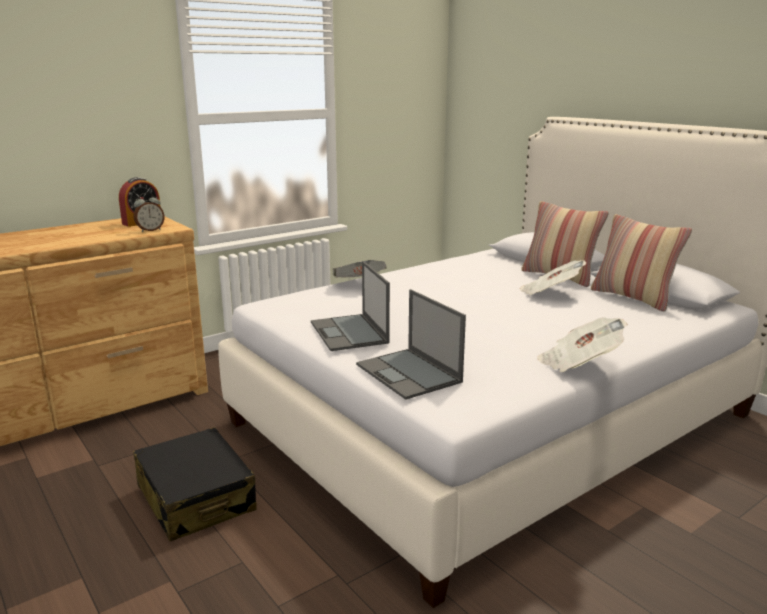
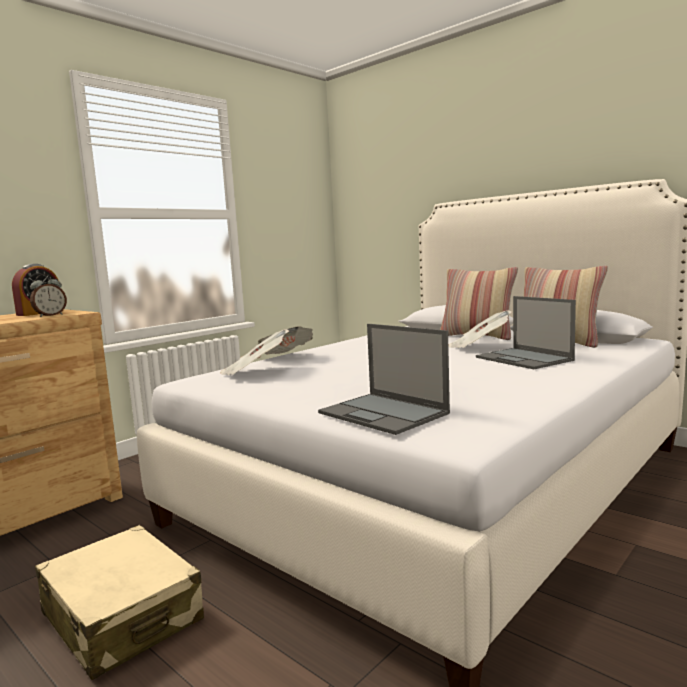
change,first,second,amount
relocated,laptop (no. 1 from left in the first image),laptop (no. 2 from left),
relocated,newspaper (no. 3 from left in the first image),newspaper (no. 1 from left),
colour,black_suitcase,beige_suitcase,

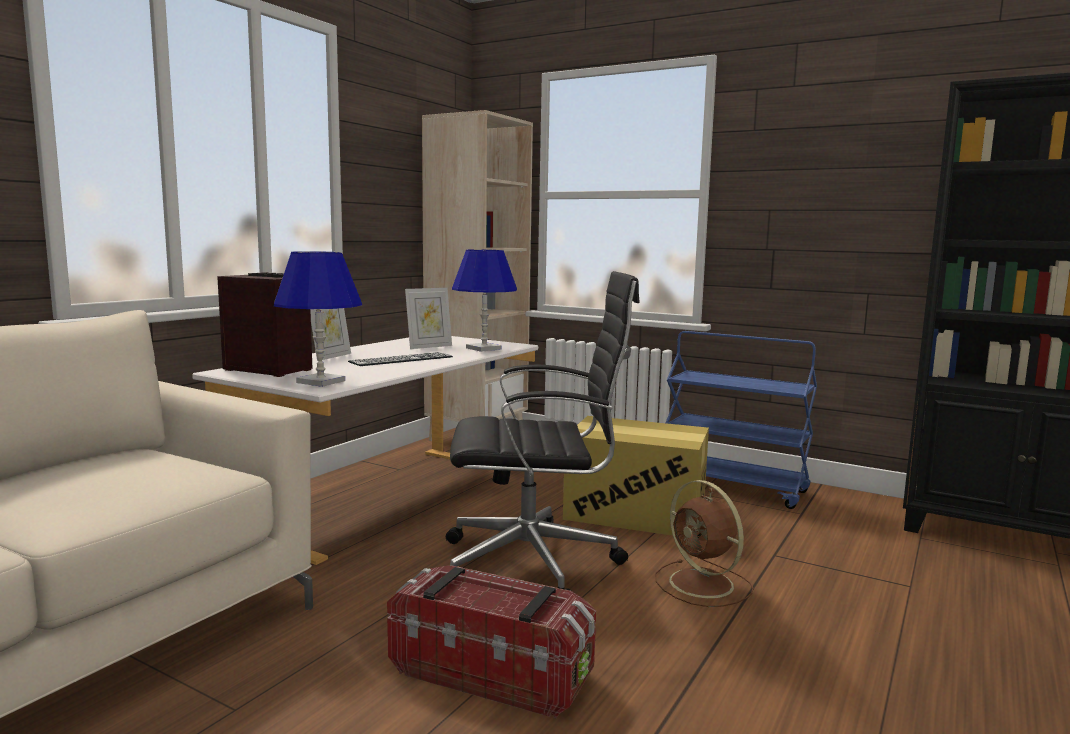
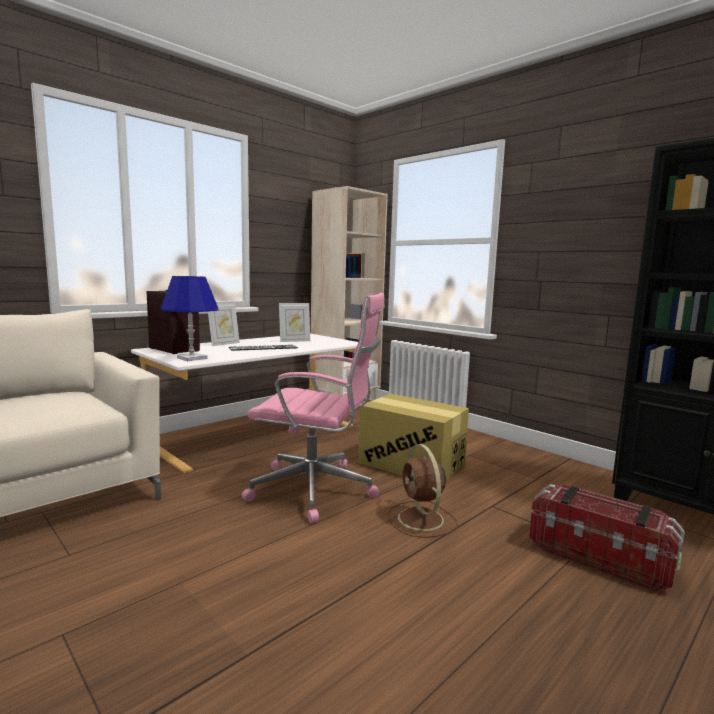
change,first,second,amount
missing,blue_table_lamp (no. 2 from left),,
colour,black_office_chair,pink_office_chair,
missing,blue_cart,,
relocated,storage_box,,

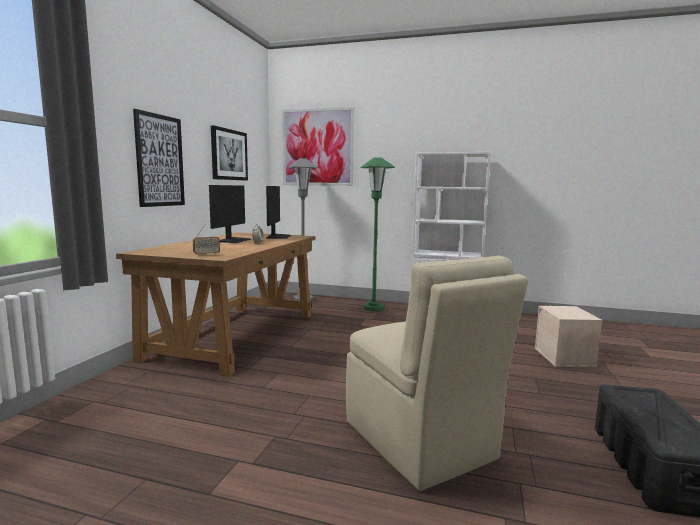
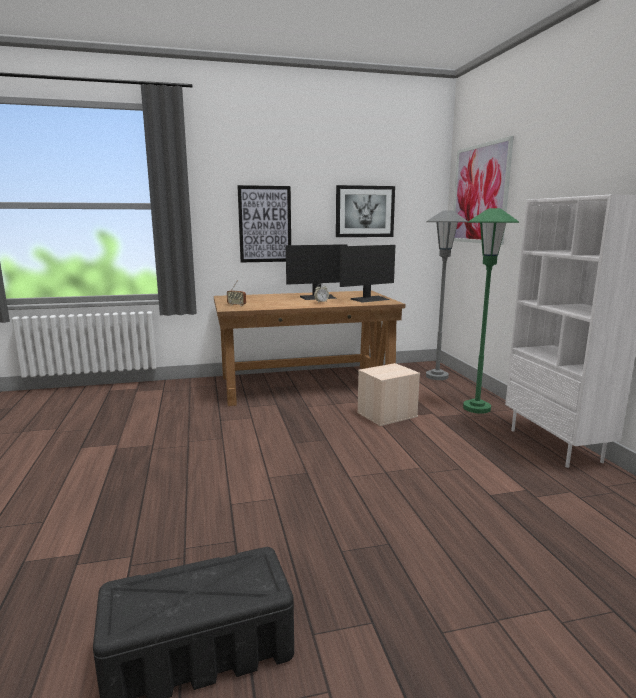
change,first,second,amount
missing,beige_chair,,
relocated,beige_storage_box,,

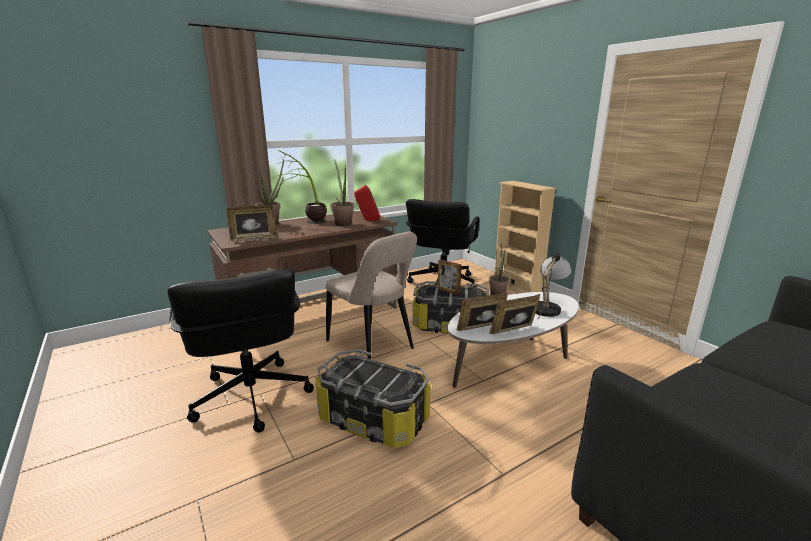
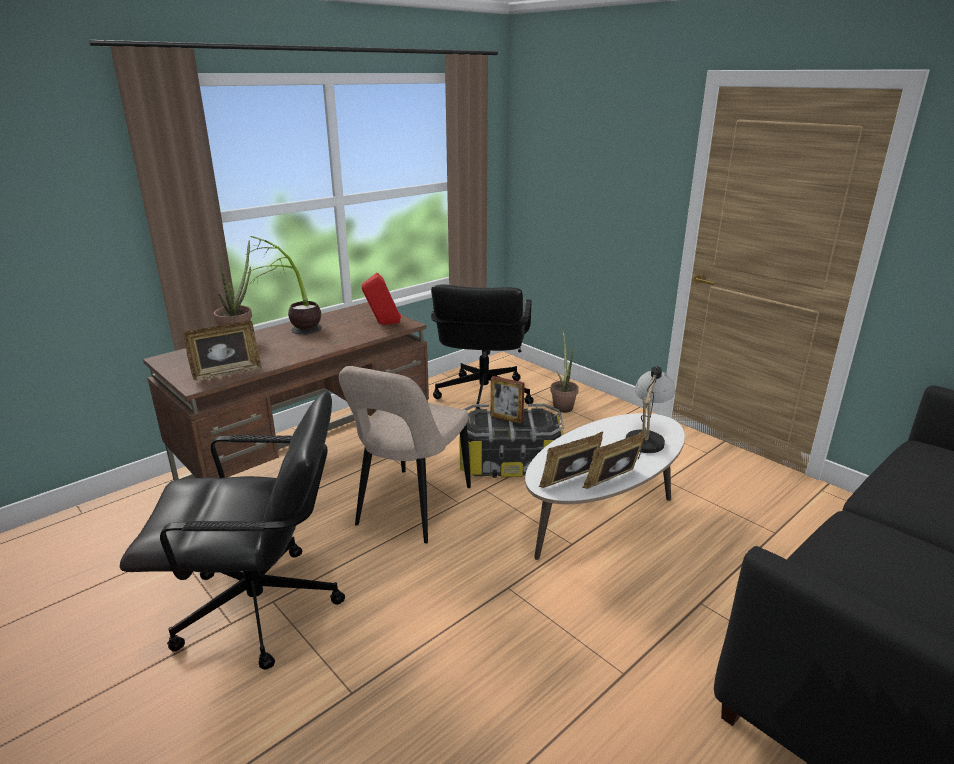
change,first,second,amount
missing,potted_plant (no. 3 from left),,
missing,beige_bookcase,,
spun,beige_chair,,75 degrees clockwise
spun,black_office_chair (no. 1 from left),,60 degrees counterclockwise
missing,storage_box (no. 1 from left),,

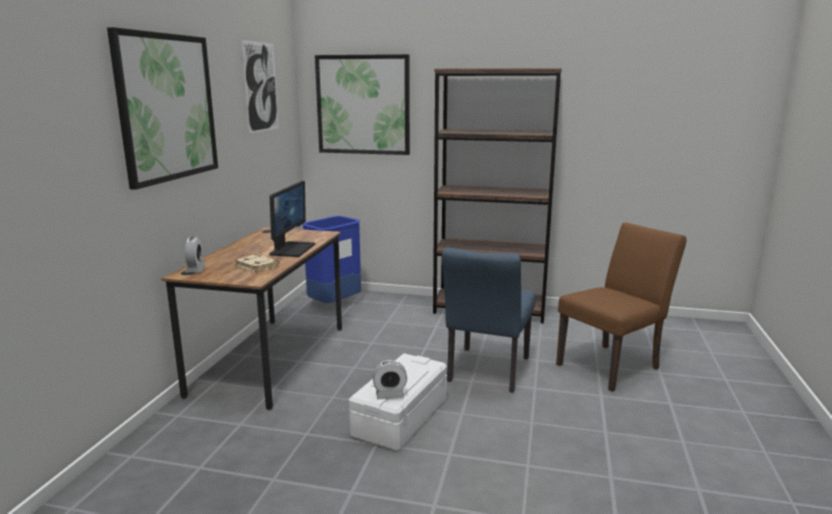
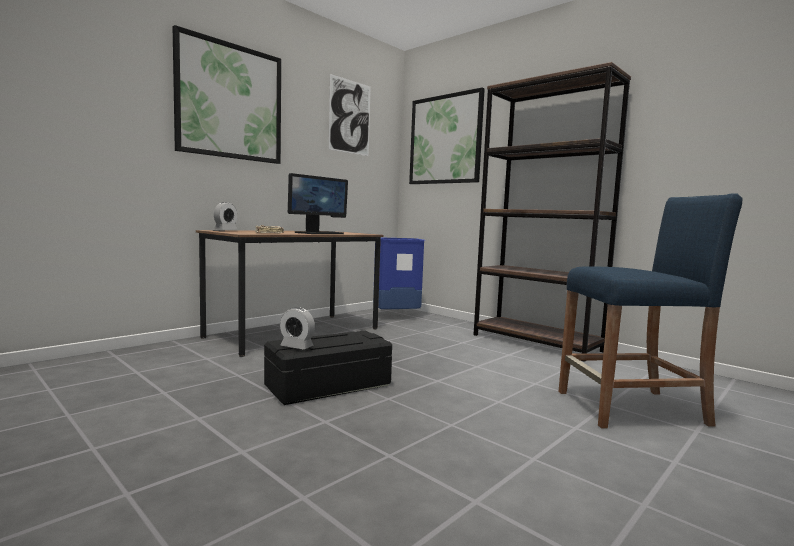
change,first,second,amount
exchanged,brown_chair,blue_stool,
missing,blue_chair,,
colour,white_storage_box,black_storage_box,

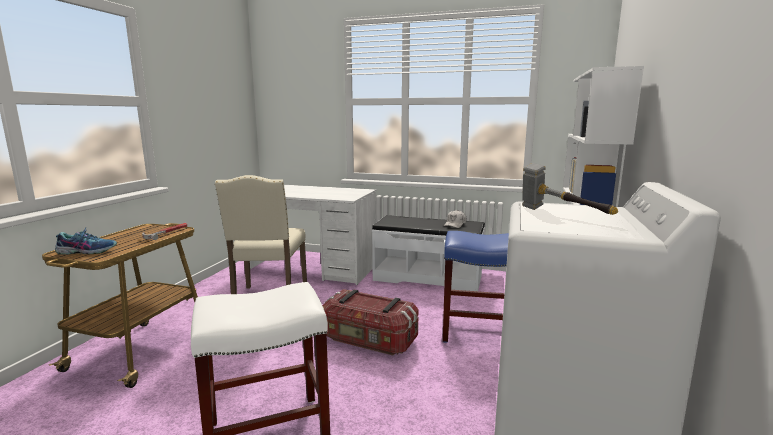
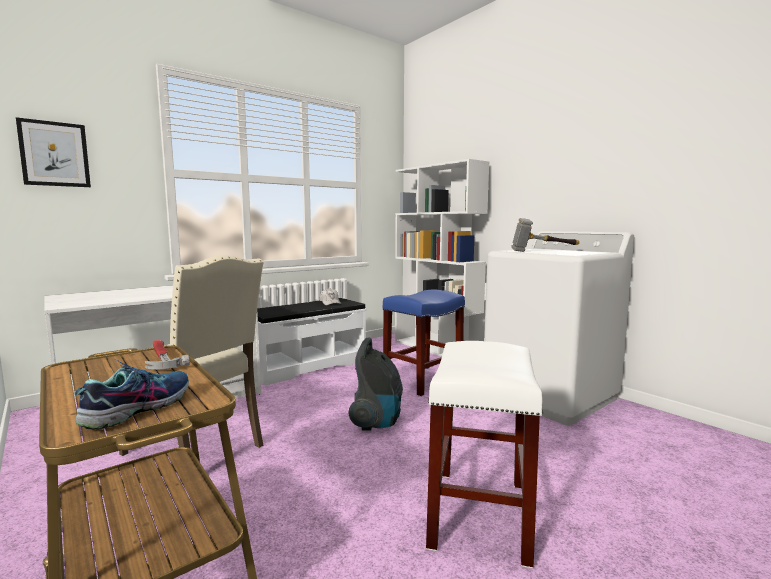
change,first,second,amount
exchanged,storage_box,vacuum_cleaner,
appeared,,picture,

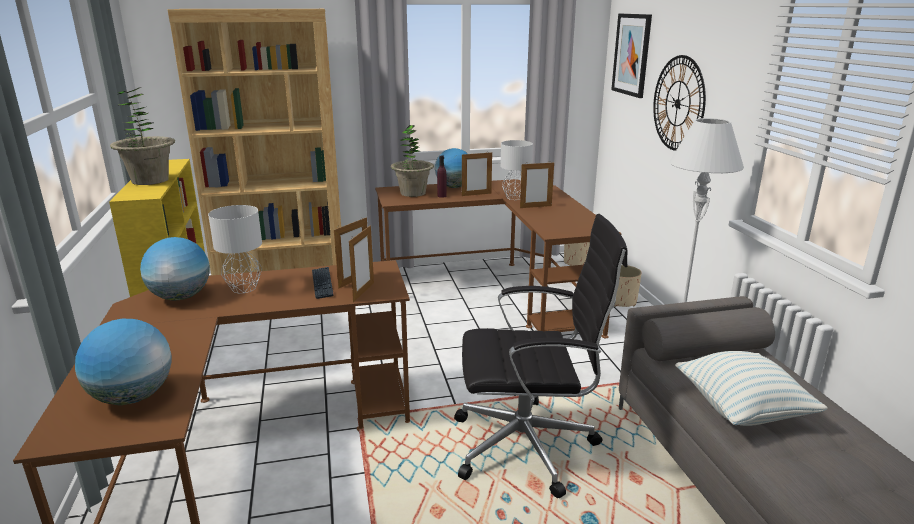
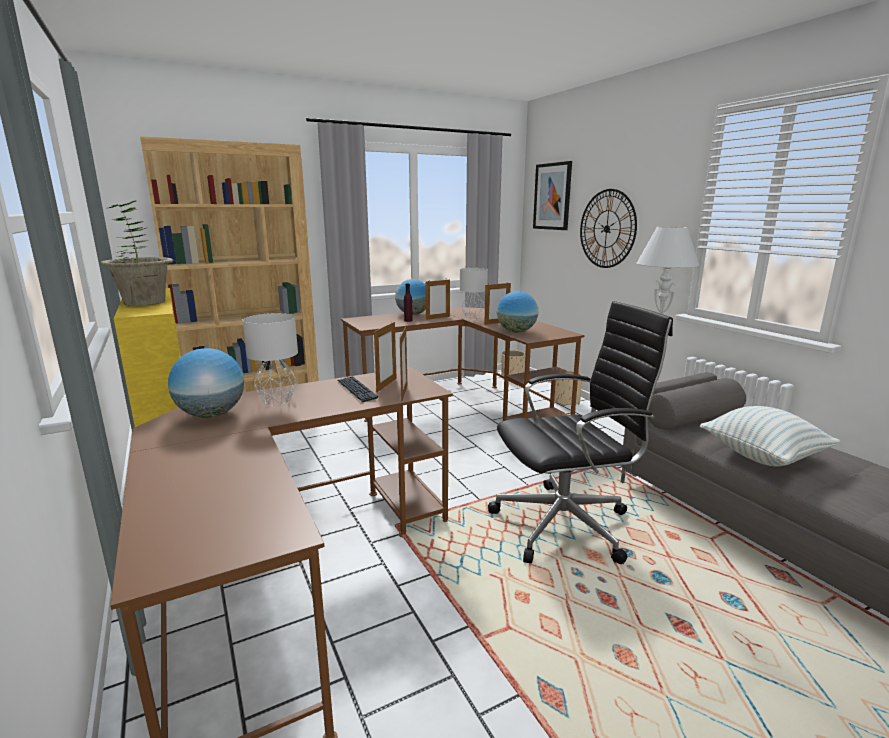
change,first,second,amount
missing,potted_plant (no. 2 from left),,
relocated,globe (no. 1 from left in the first image),globe (no. 3 from left),

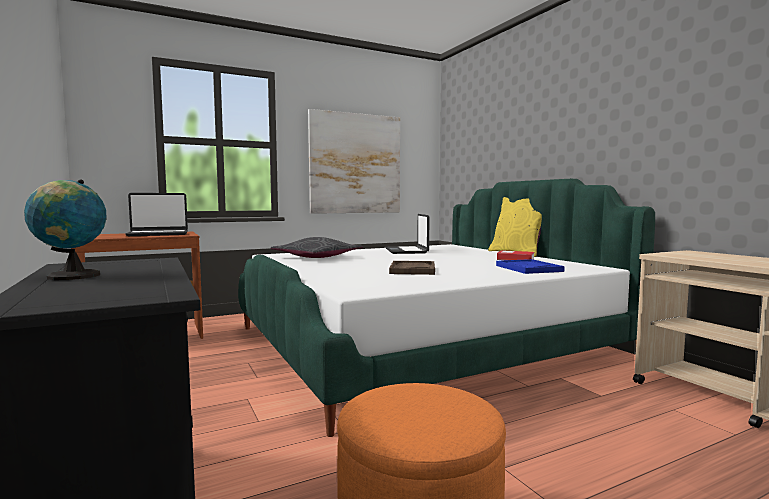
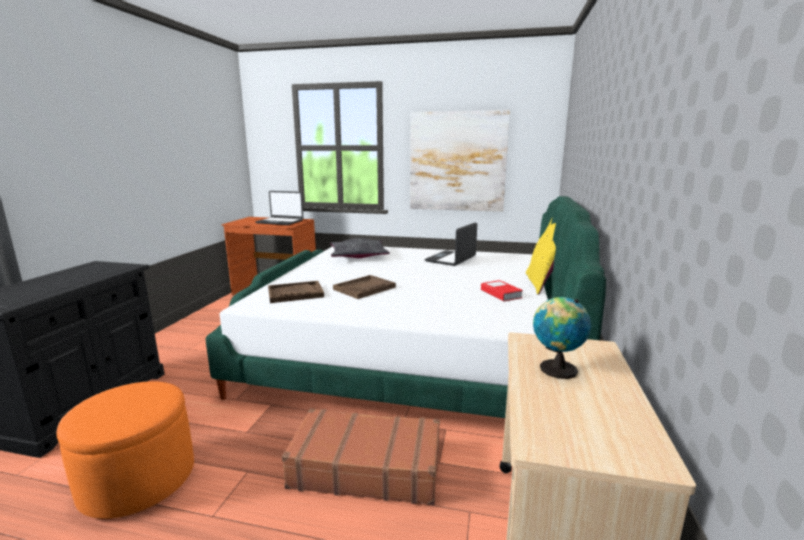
change,first,second,amount
relocated,globe,,
missing,blue_tray,,
appeared,,brown_tray (no. 1 from left),
appeared,,brown_suitcase,

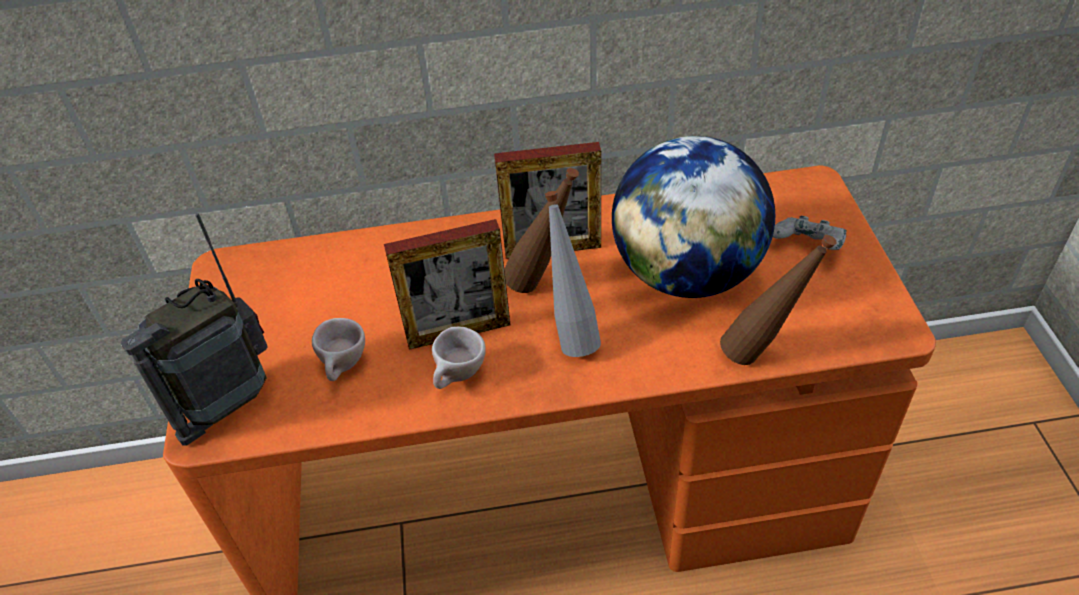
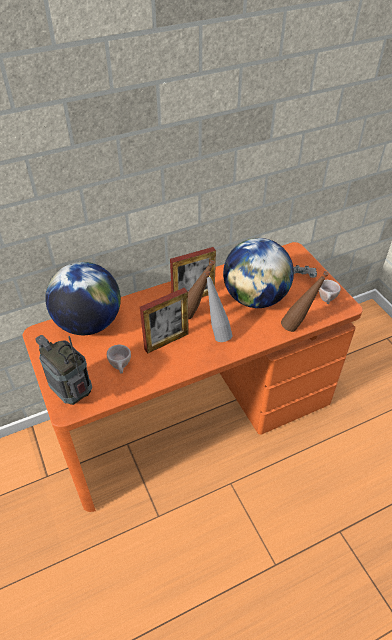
change,first,second,amount
spun,radio,,105 degrees clockwise
relocated,beige_cup (no. 2 from left),,
appeared,,globe (no. 1 from left),

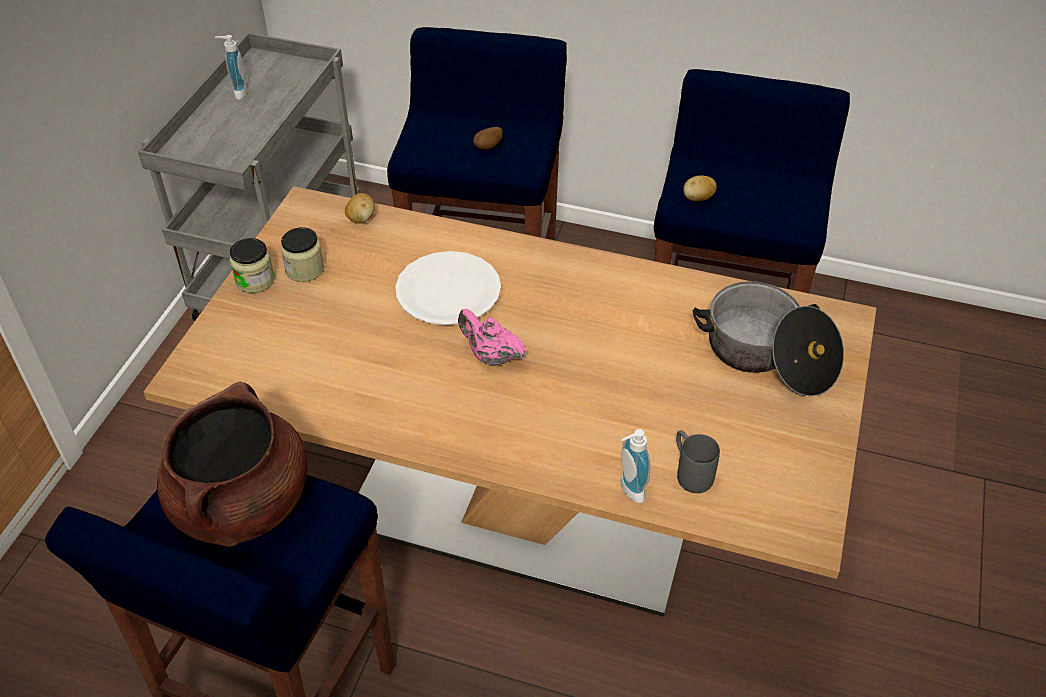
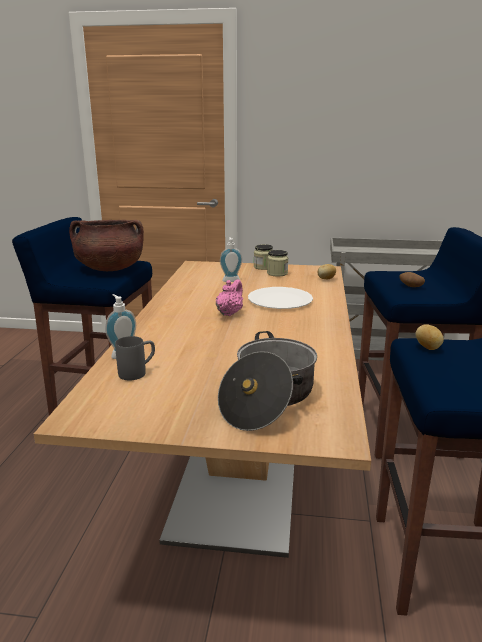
change,first,second,amount
relocated,soap_dispenser (no. 1 from left in the first image),soap_dispenser (no. 2 from left),

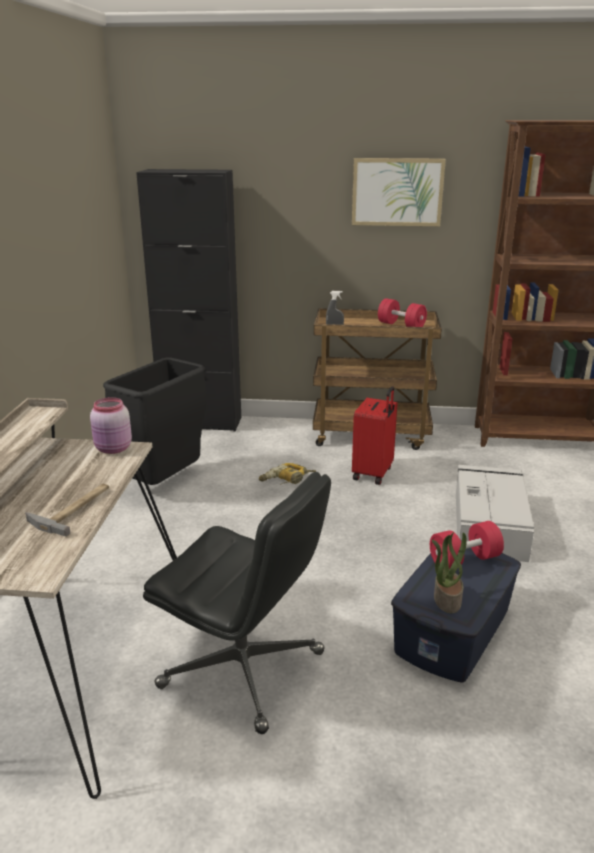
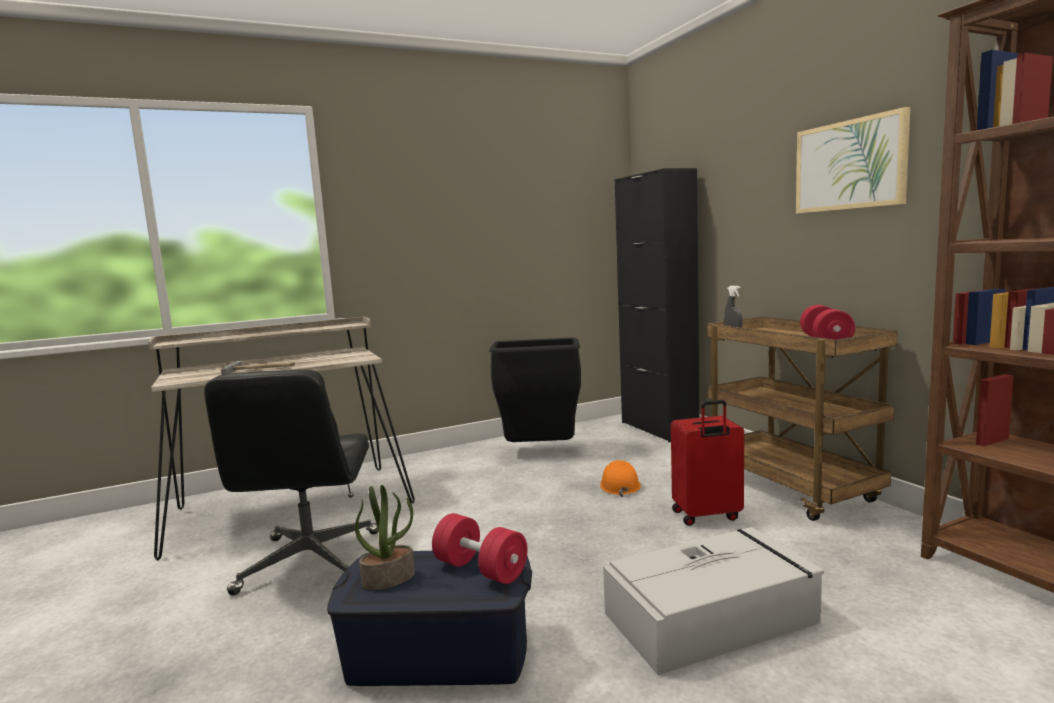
change,first,second,amount
missing,pink_jar,,
exchanged,power_drill,orange_hard_hat,

